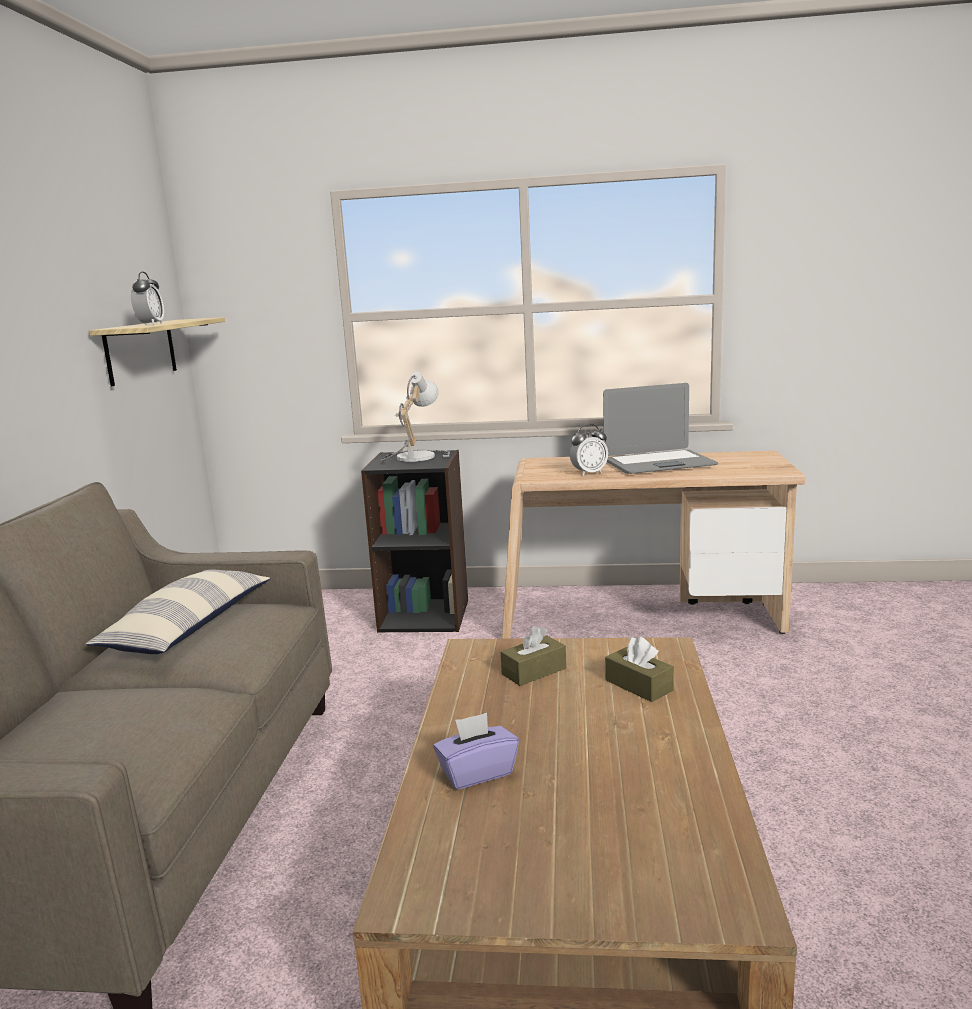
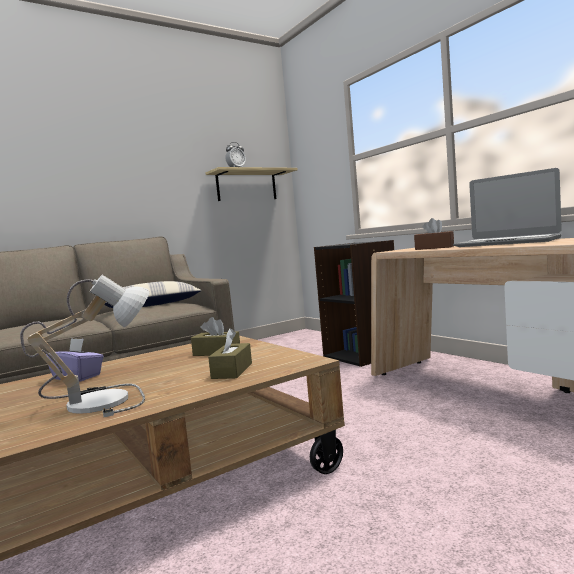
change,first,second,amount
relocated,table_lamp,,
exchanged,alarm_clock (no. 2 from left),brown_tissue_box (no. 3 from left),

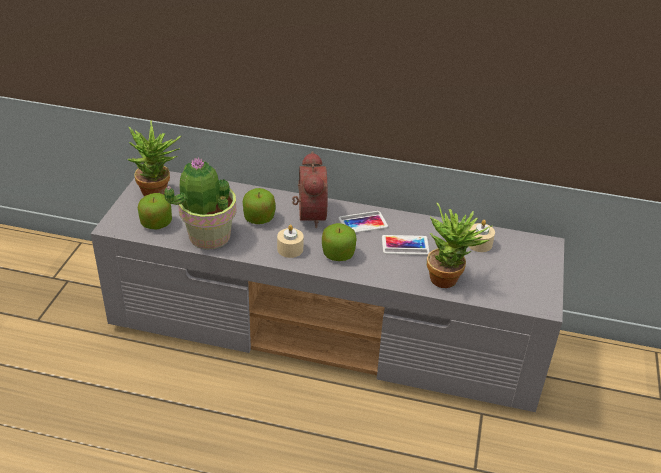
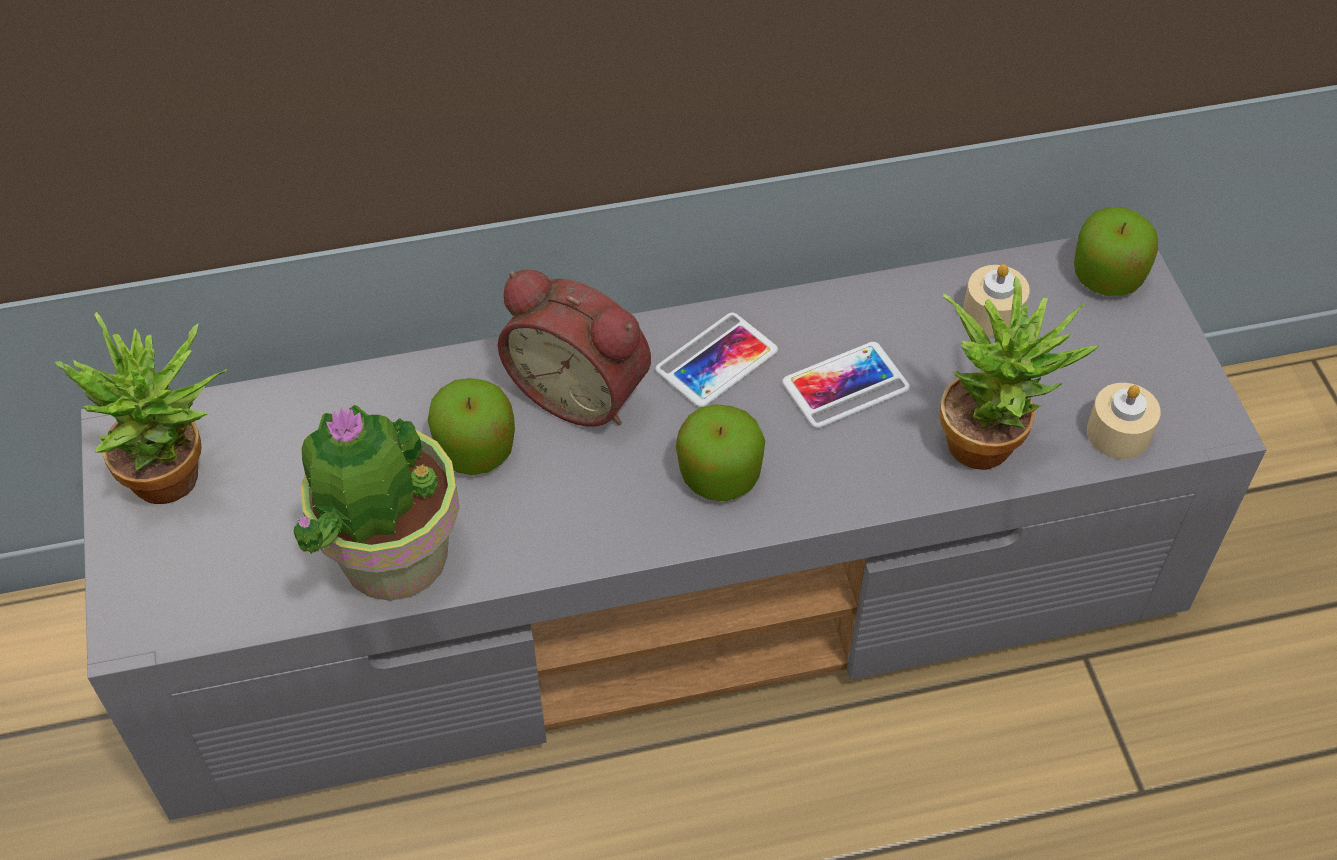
change,first,second,amount
spun,alarm_clock,,150 degrees clockwise
relocated,apple (no. 1 from left in the first image),apple (no. 3 from left),
relocated,beige_candle (no. 1 from left in the first image),beige_candle (no. 2 from left),

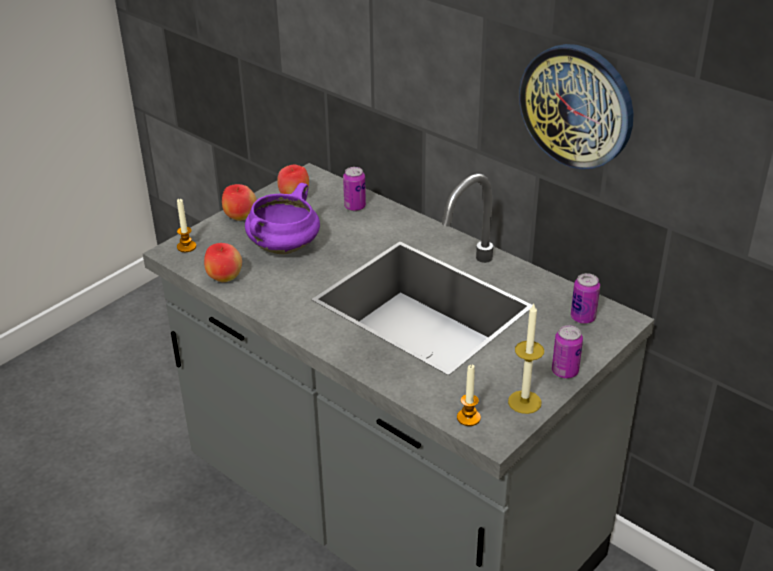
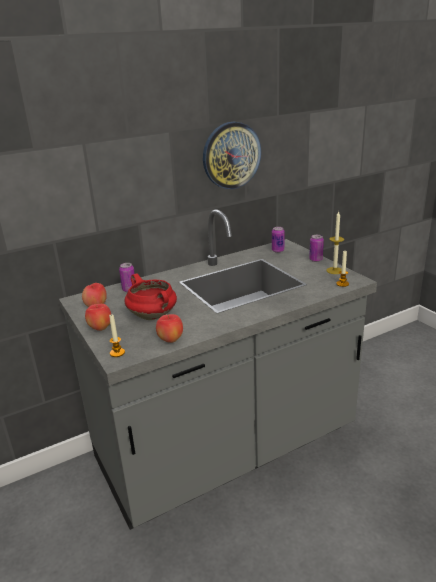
change,first,second,amount
colour,purple_cooking_pot,red_cooking_pot,

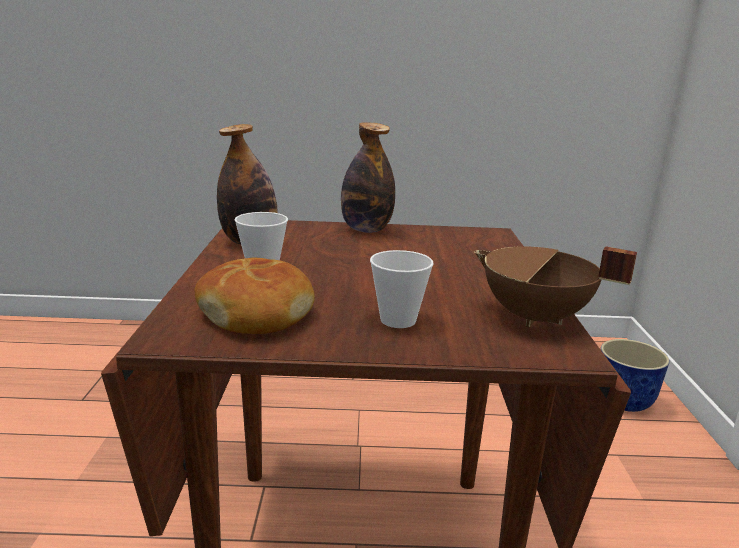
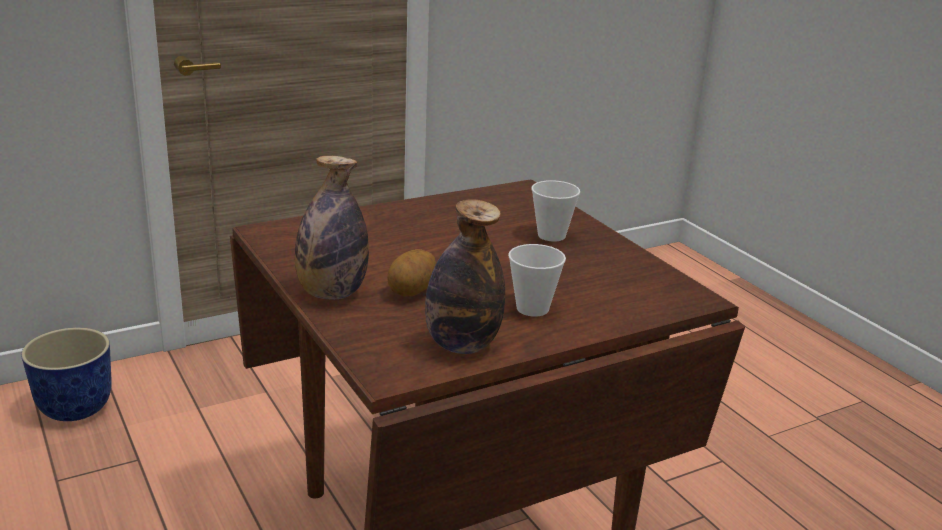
change,first,second,amount
missing,brown_cooking_pot,,
missing,bread,,
appeared,,potato,

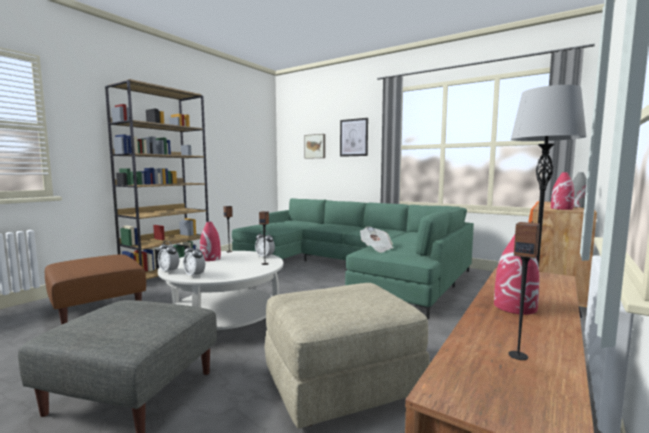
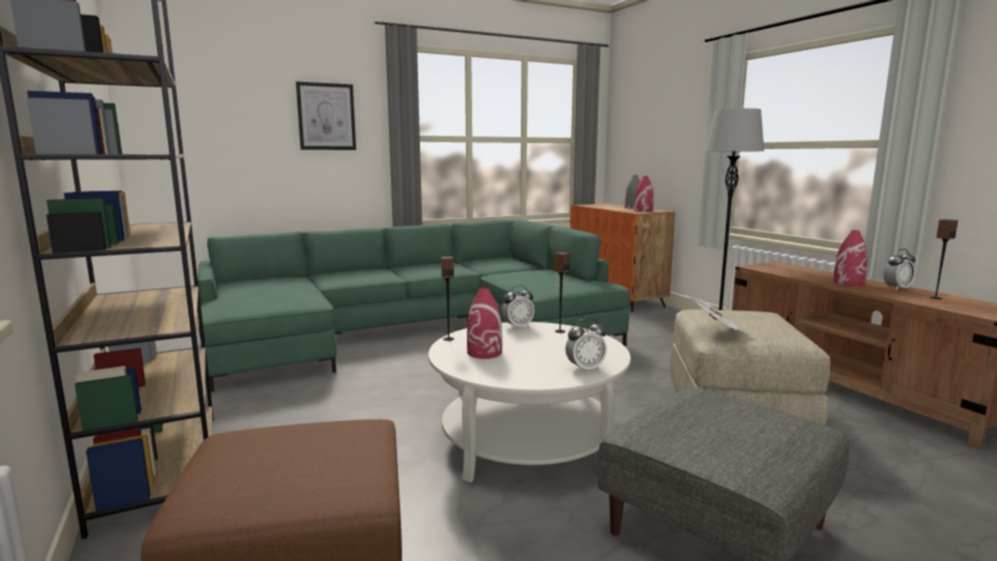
change,first,second,amount
missing,picture (no. 1 from left),,
relocated,newspaper,,
relocated,alarm_clock (no. 1 from left in the first image),alarm_clock (no. 3 from left),

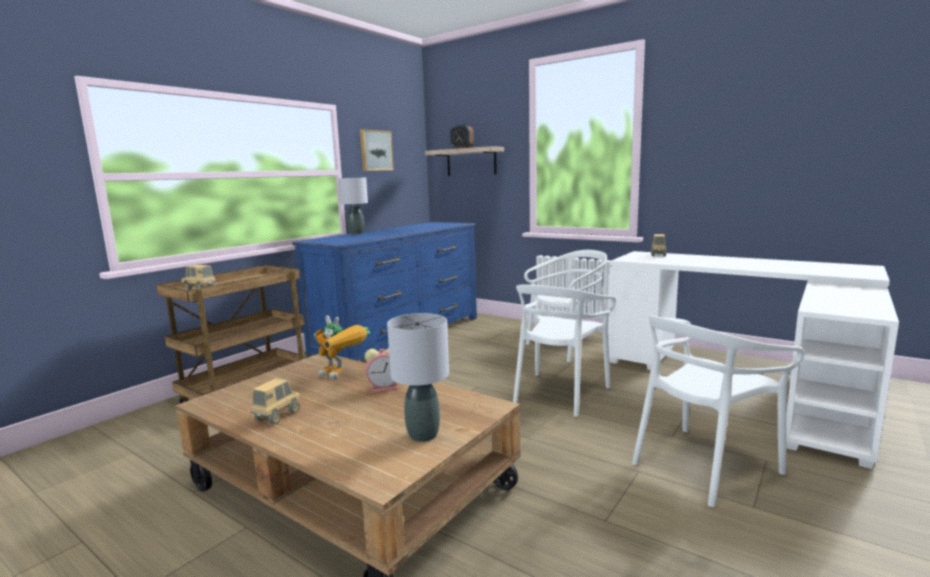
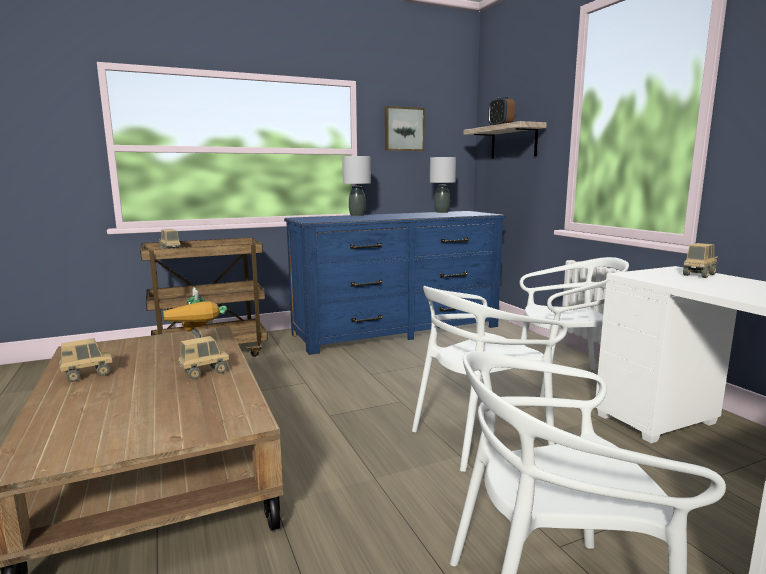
change,first,second,amount
relocated,grey_table_lamp (no. 2 from left),,
exchanged,alarm_clock (no. 1 from left),toy_truck (no. 3 from left),

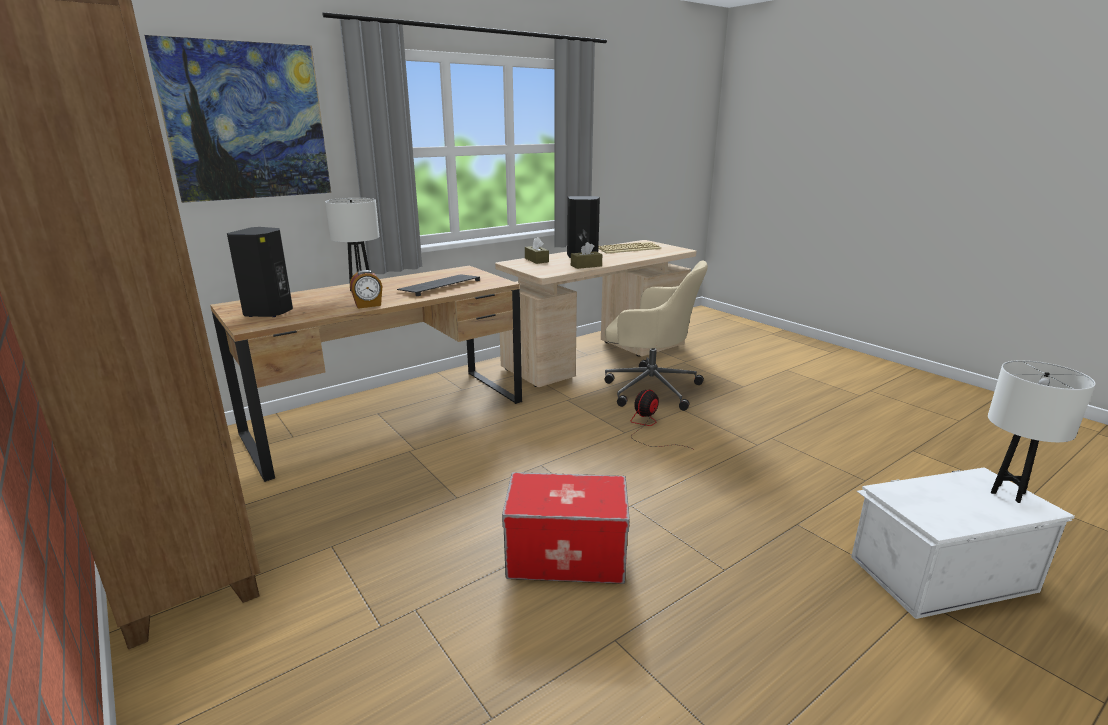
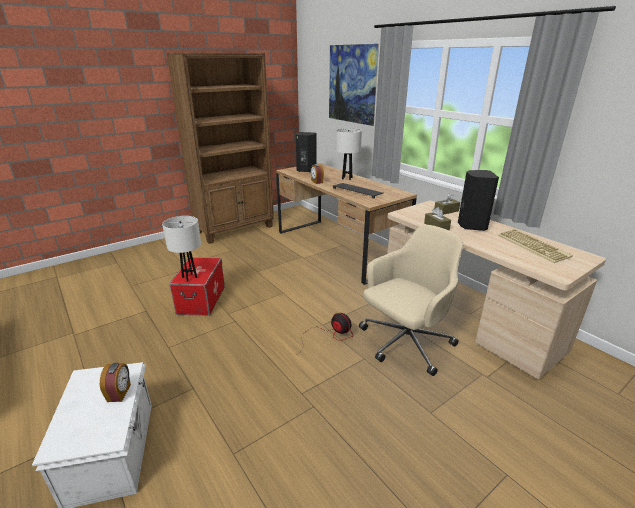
change,first,second,amount
spun,beige_office_chair,,150 degrees counterclockwise
relocated,white_table_lamp (no. 2 from left in the first image),white_table_lamp (no. 1 from left),
appeared,,alarm_clock (no. 1 from left),

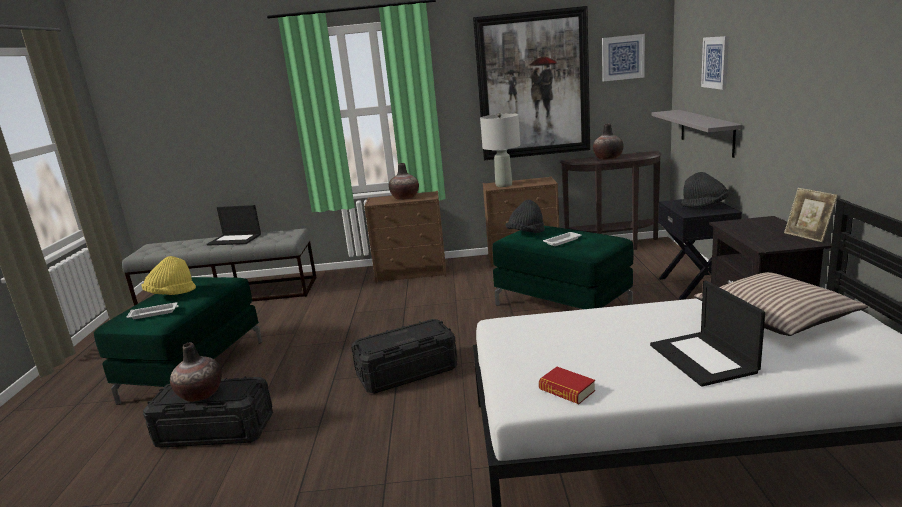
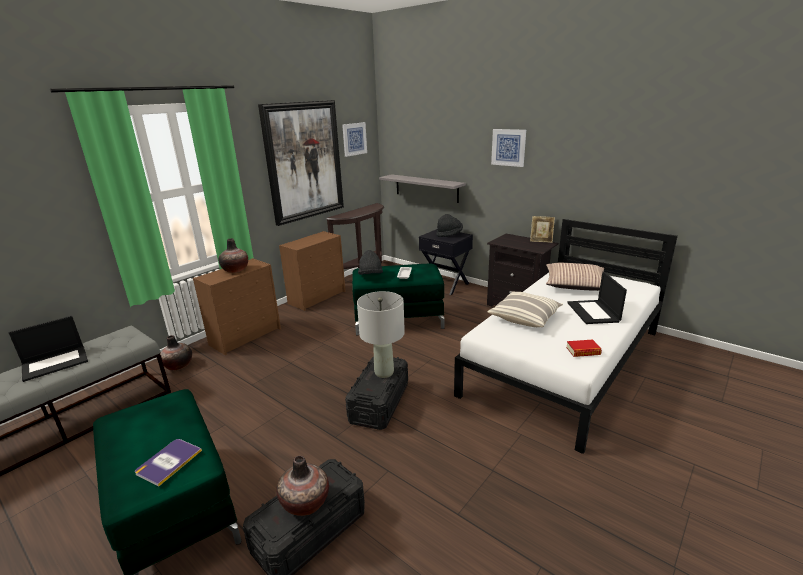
change,first,second,amount
relocated,picture (no. 3 from left),,
relocated,grey_table_lamp,,
relocated,vase (no. 3 from left in the first image),vase (no. 1 from left),
missing,yellow_hat,,
spun,laptop (no. 2 from left),,60 degrees clockwise
exchanged,white_tray (no. 1 from left),book (no. 1 from left),
appeared,,pillow (no. 1 from left),

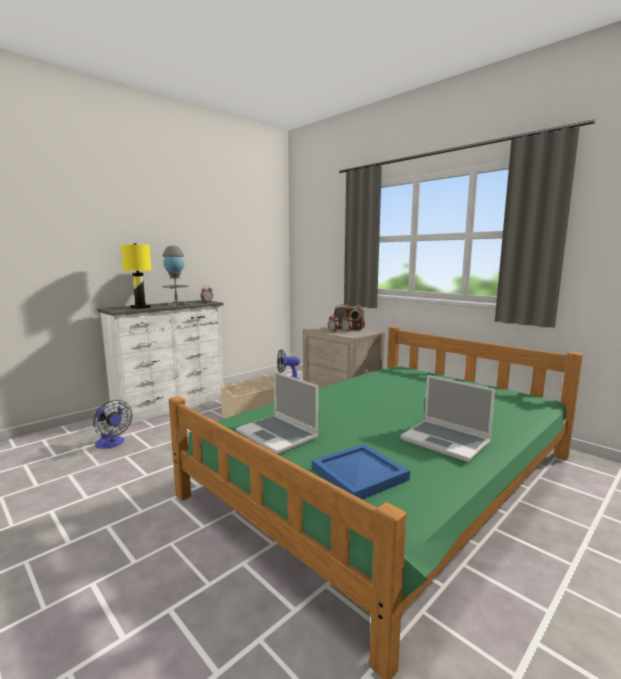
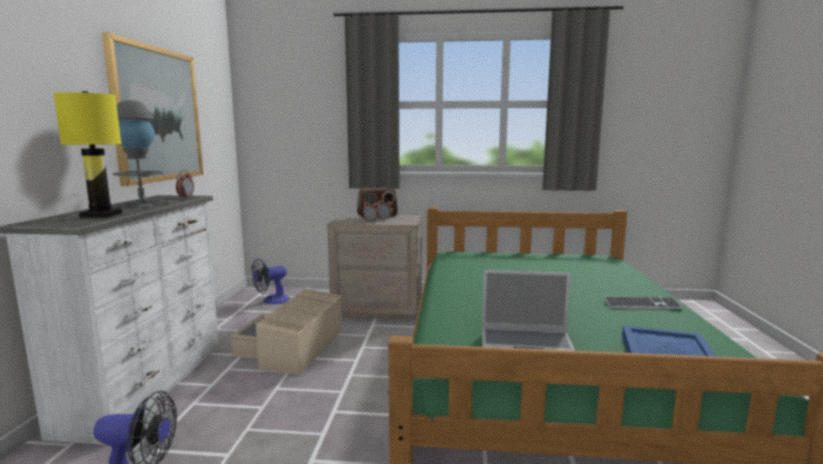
change,first,second,amount
exchanged,laptop (no. 2 from left),keyboard,
appeared,,picture,

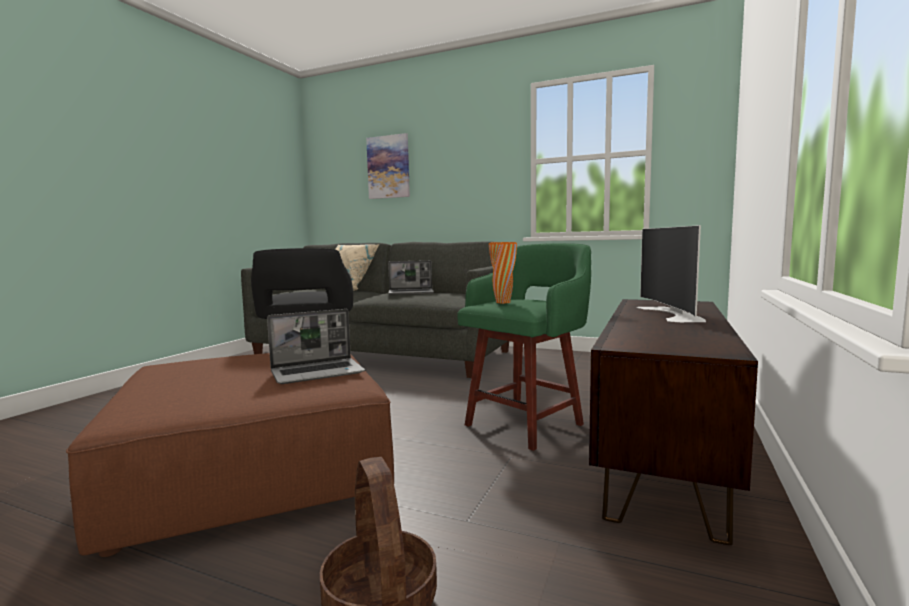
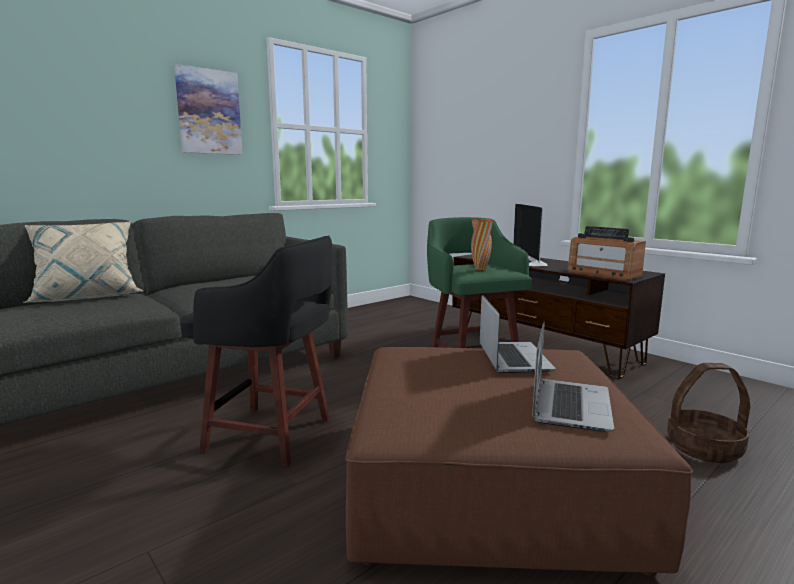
change,first,second,amount
relocated,picture,,
spun,television,,60 degrees clockwise
relocated,laptop (no. 2 from left),,
appeared,,radio,

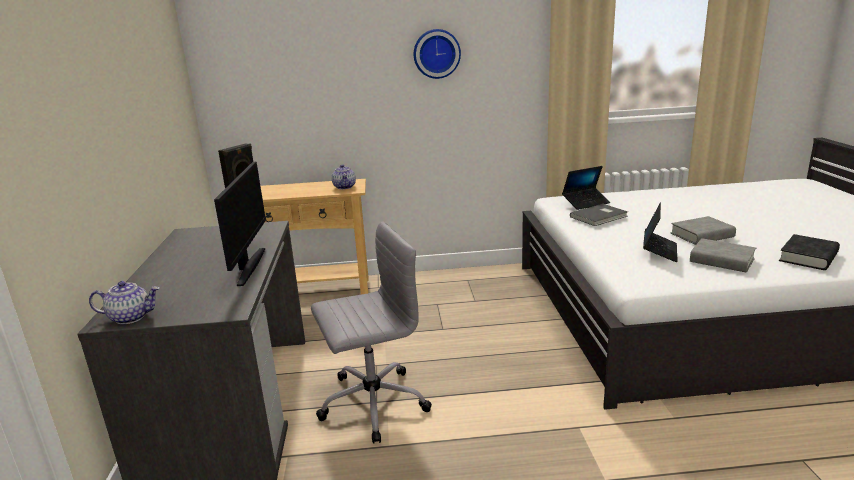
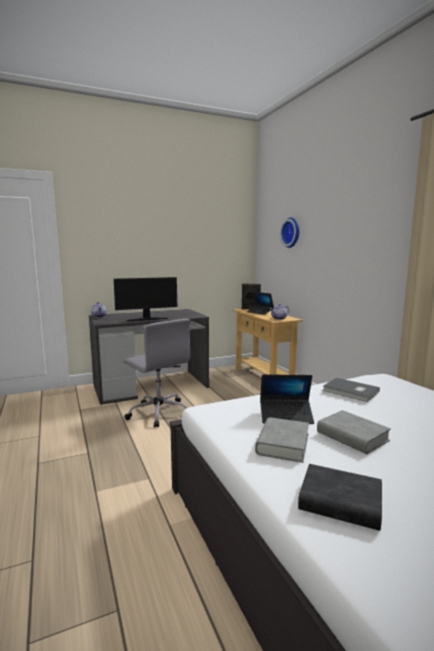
change,first,second,amount
relocated,wall_clock,,
relocated,laptop (no. 1 from left),,

